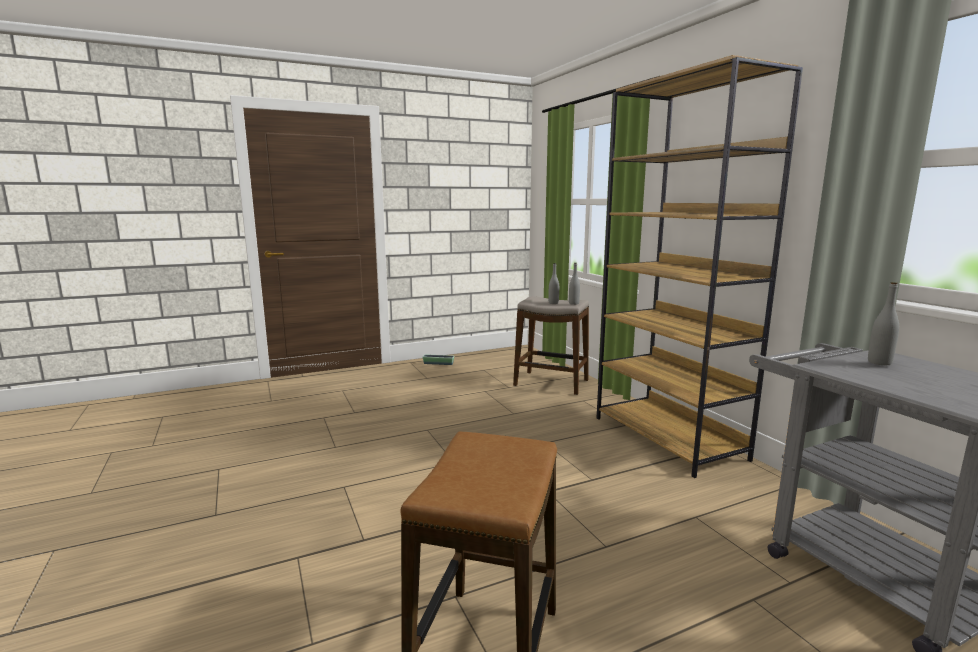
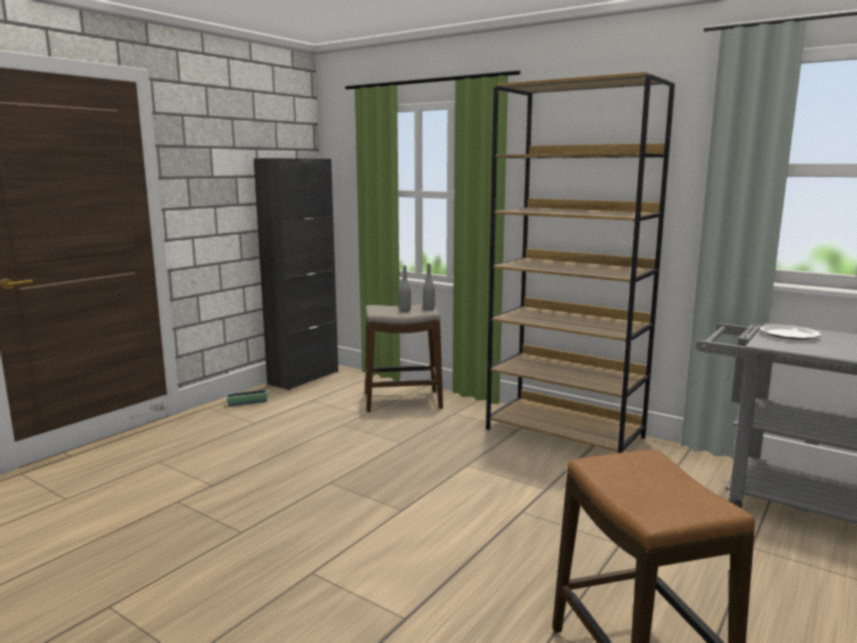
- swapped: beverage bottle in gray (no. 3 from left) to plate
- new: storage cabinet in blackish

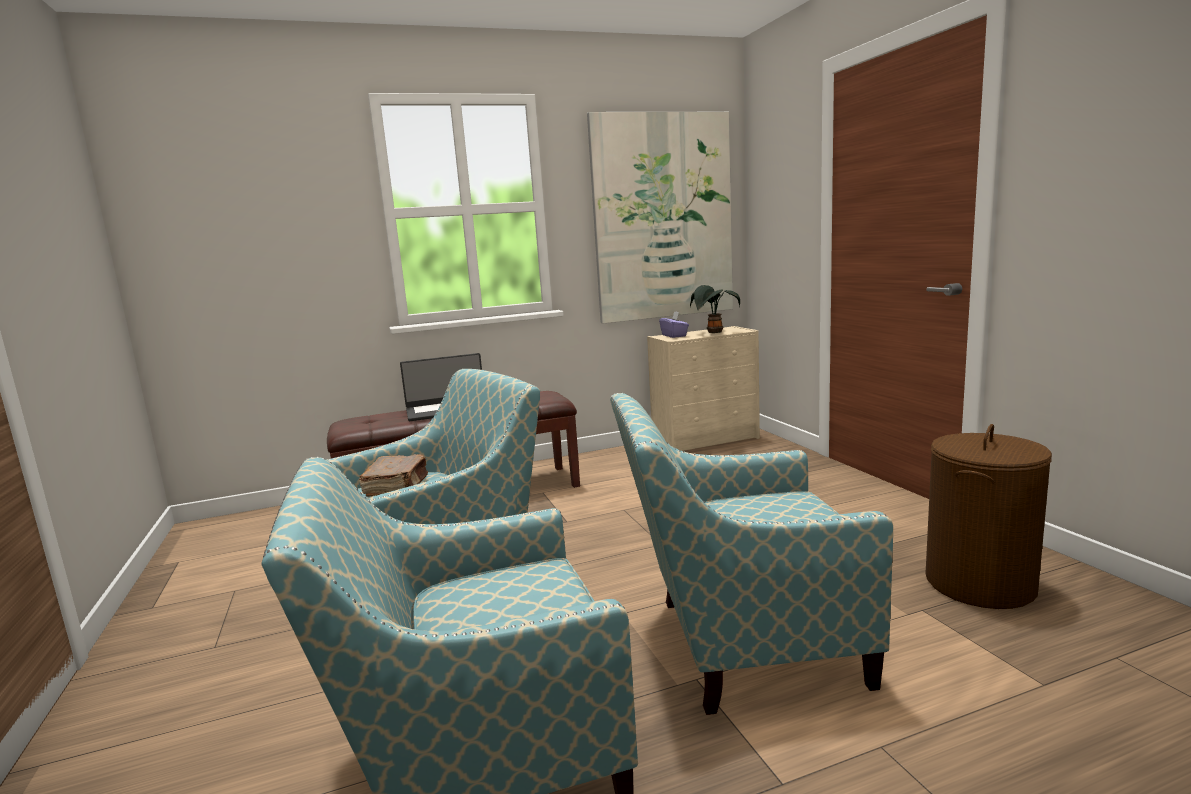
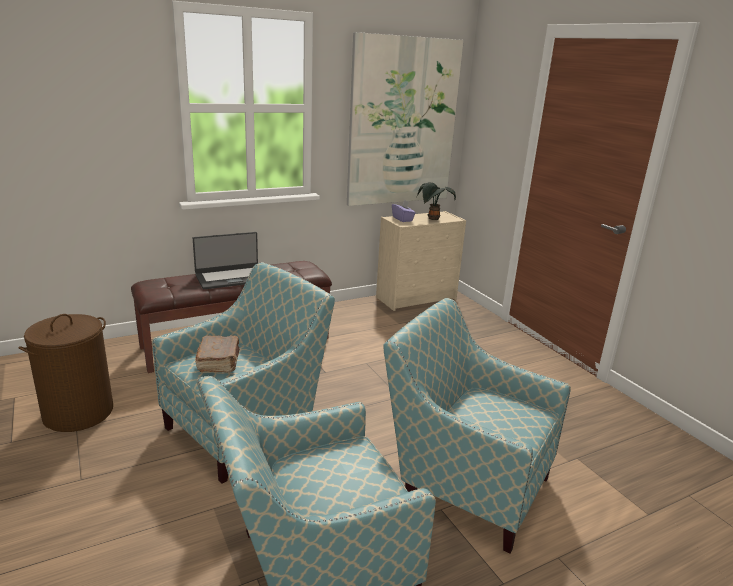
- rotated: easy chair (no. 3 from left) 45 degrees clockwise
- shifted: washing basket in brown

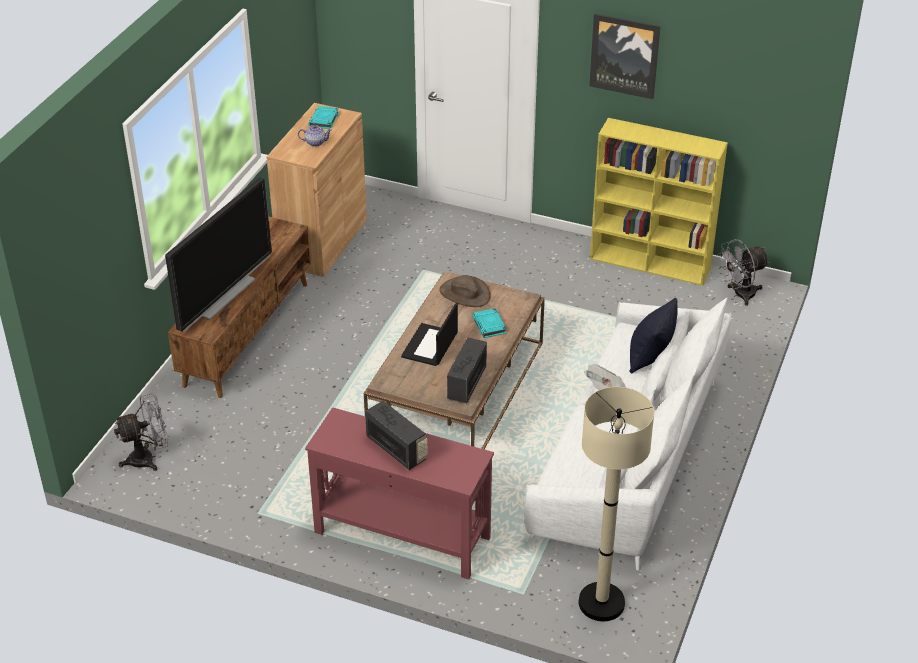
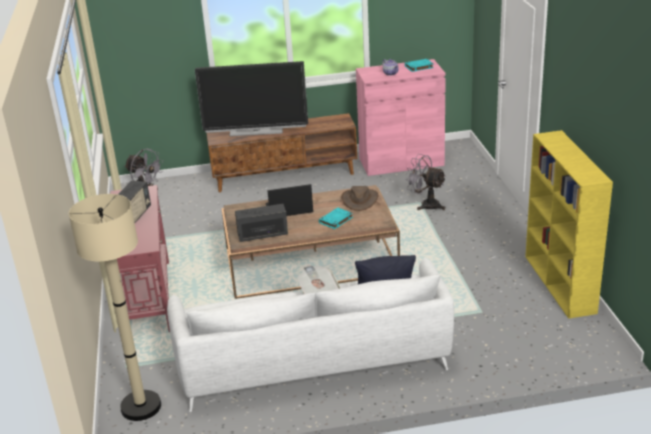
- gone: wall art
- repainted: storage cabinet in brown to storage cabinet in pink-coloured
- shifted: electric fan in gray (no. 2 from left)

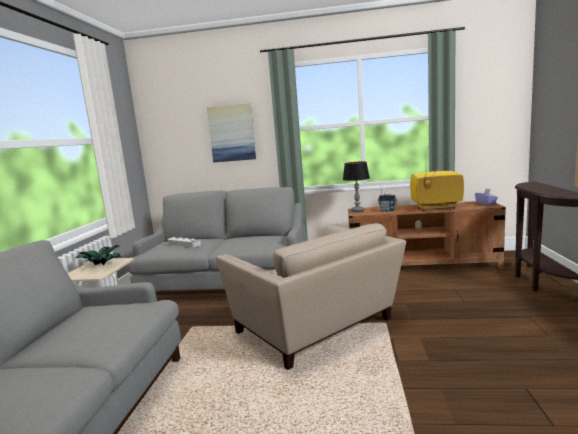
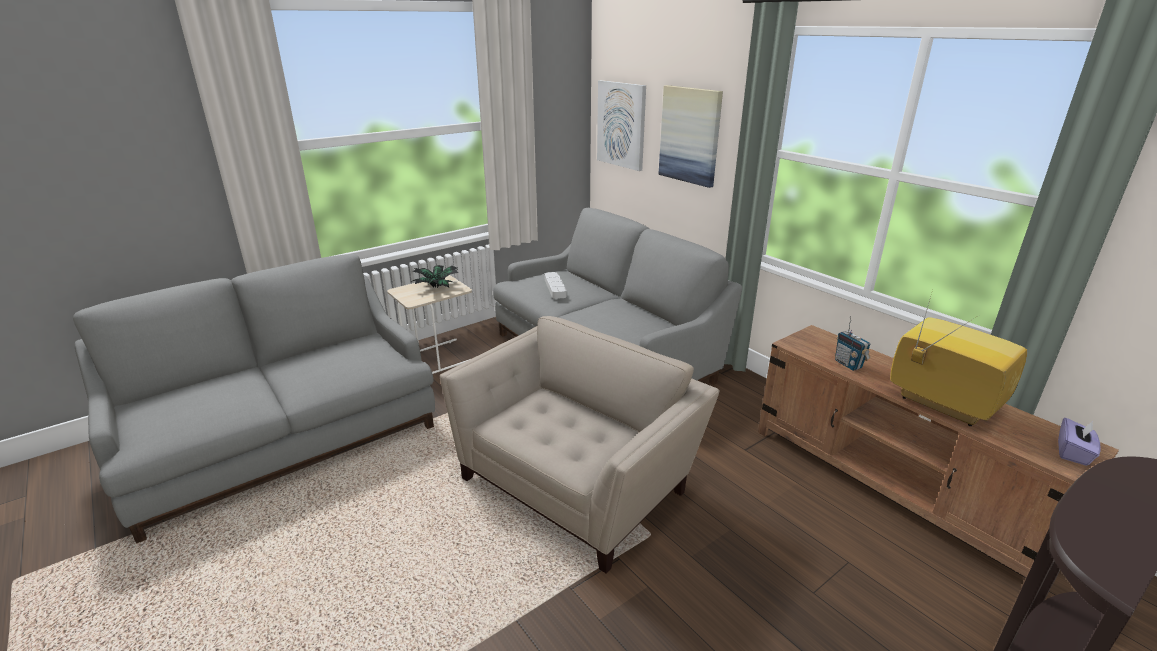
- gone: lamp for a table
- rotated: easy chair in beige-coloured 150 degrees counterclockwise
- new: wall art (no. 1 from left)

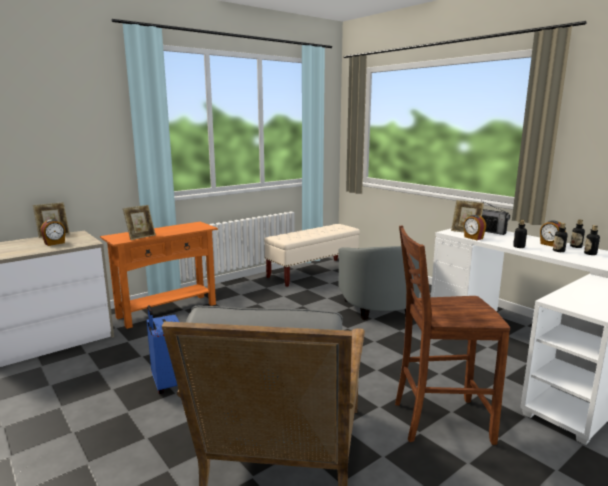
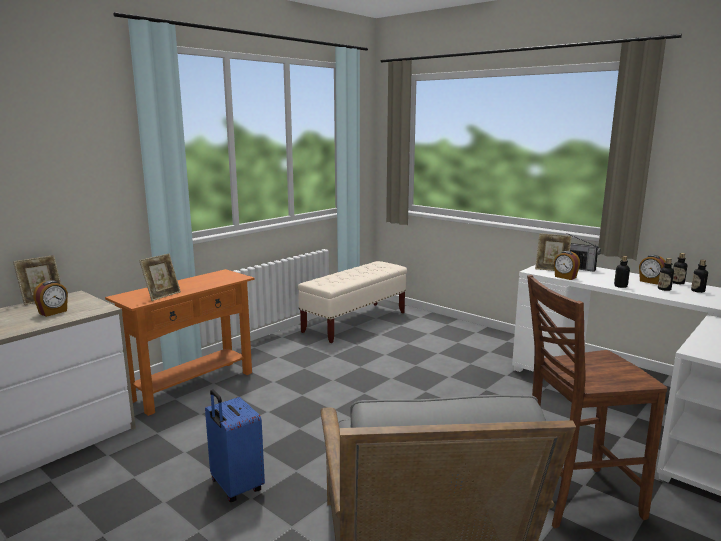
- gone: easy chair in gray (no. 2 from left)

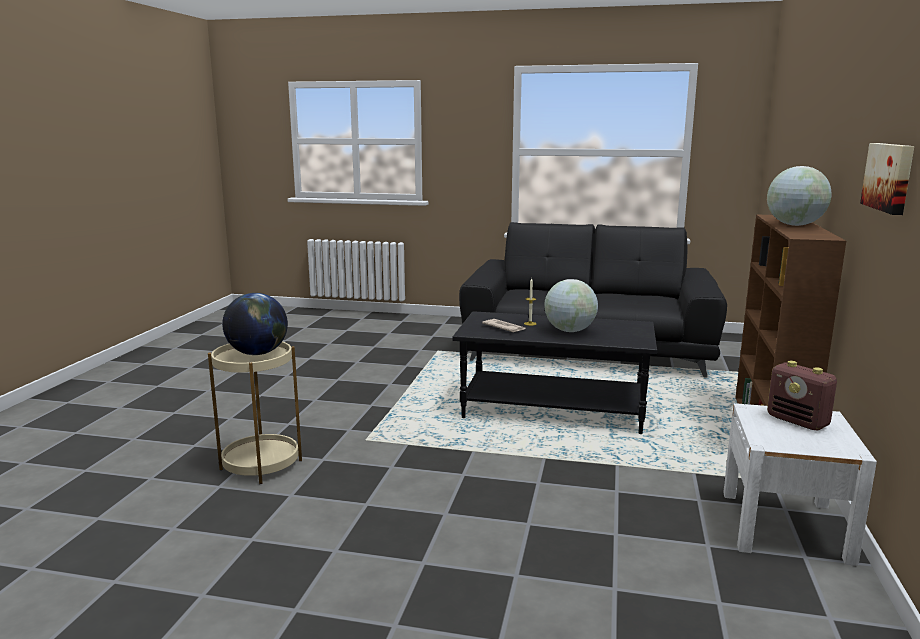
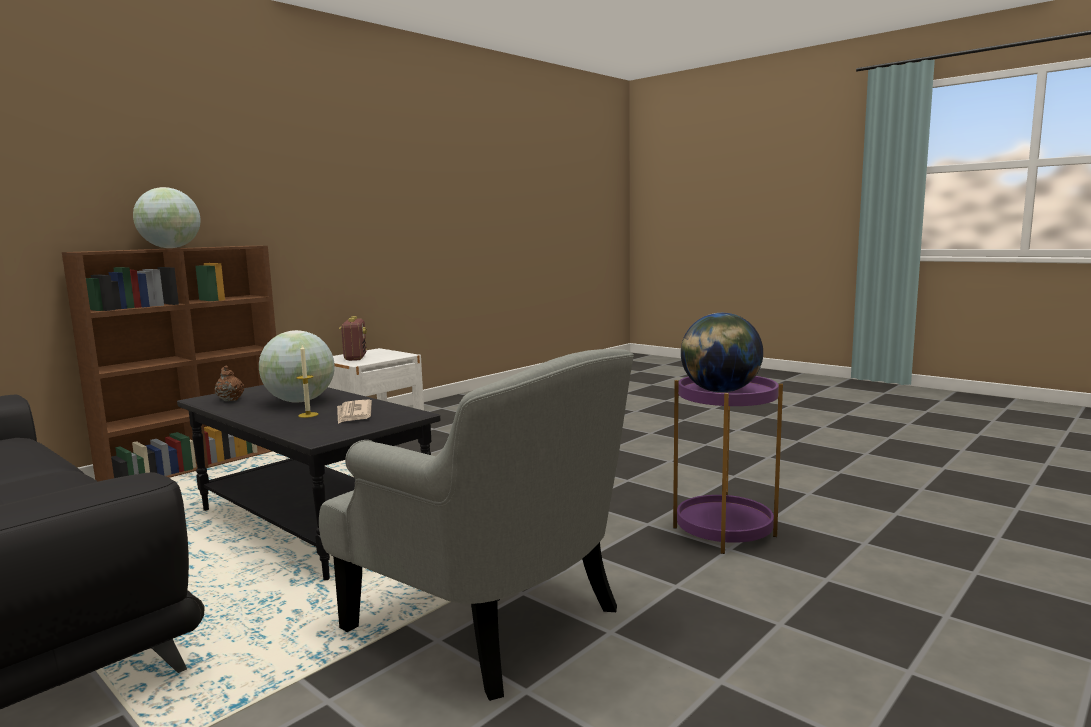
- gone: wall art
- repainted: side table in beige-coloured to side table in purple
- new: easy chair in gray
- new: tea pot in brown

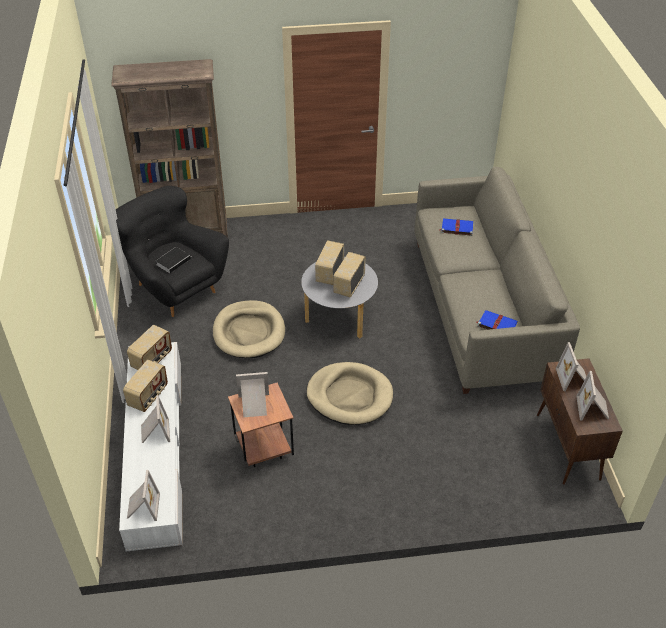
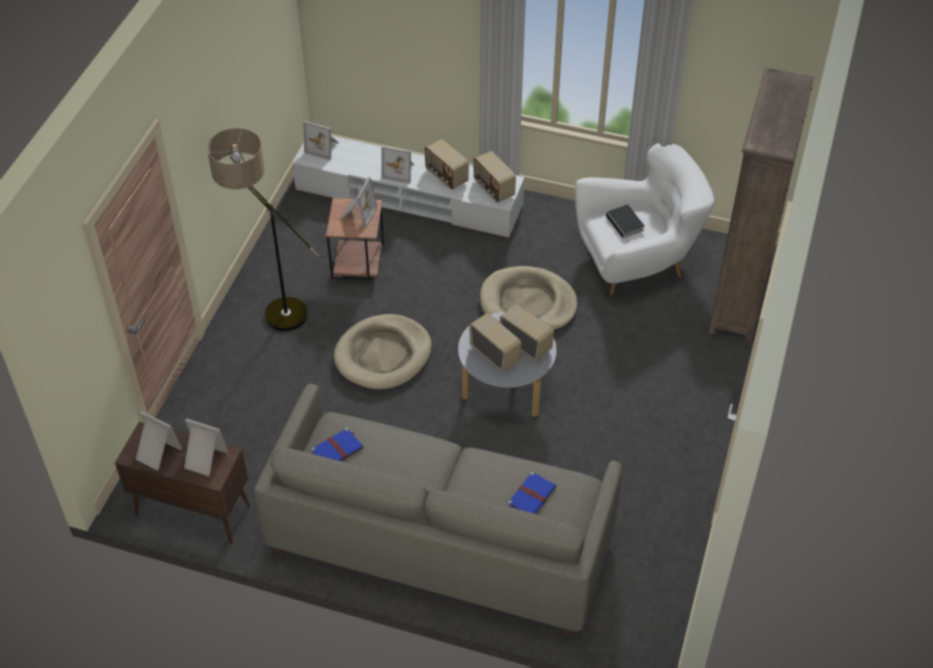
- repainted: easy chair in blackish to easy chair in whitish
- new: standing lamp

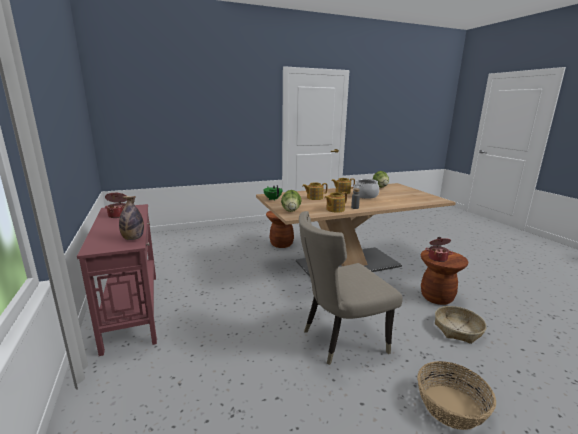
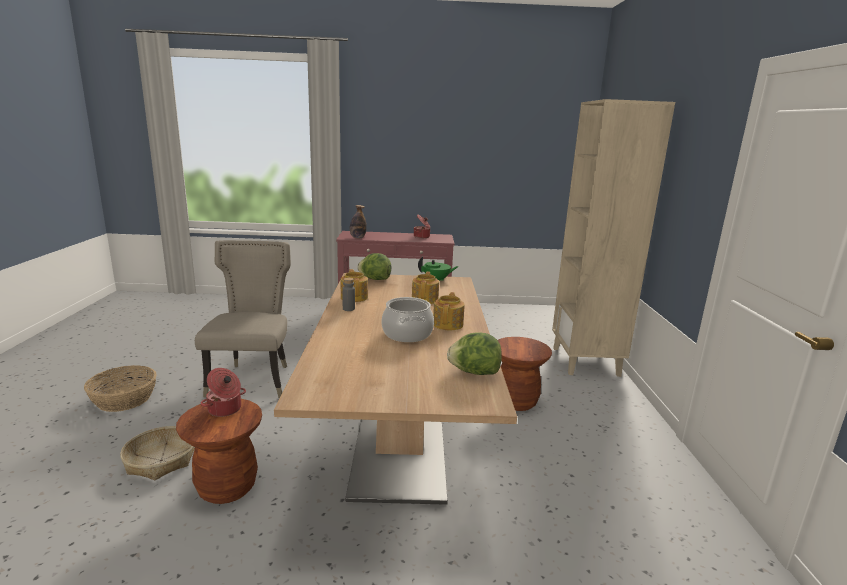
- new: bookshelf in beige-coloured

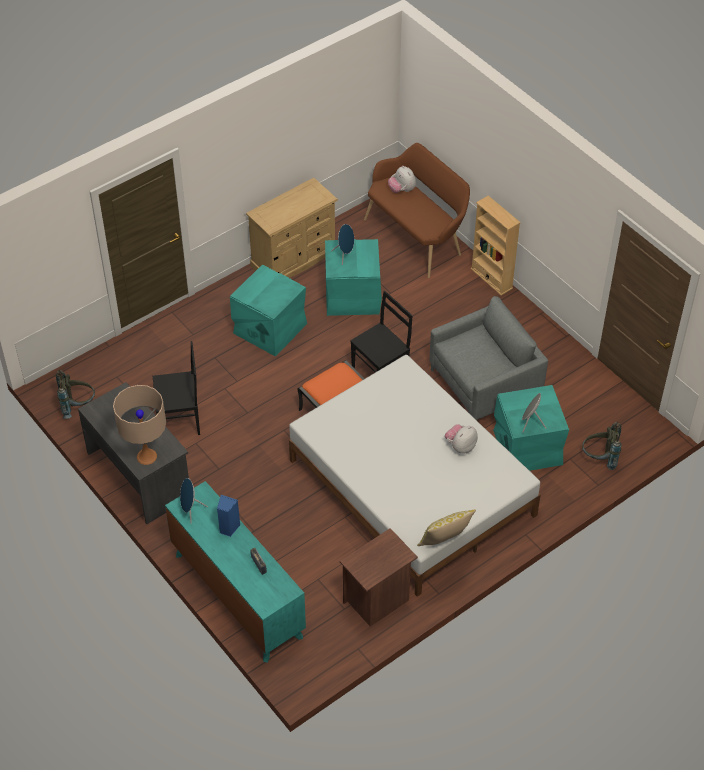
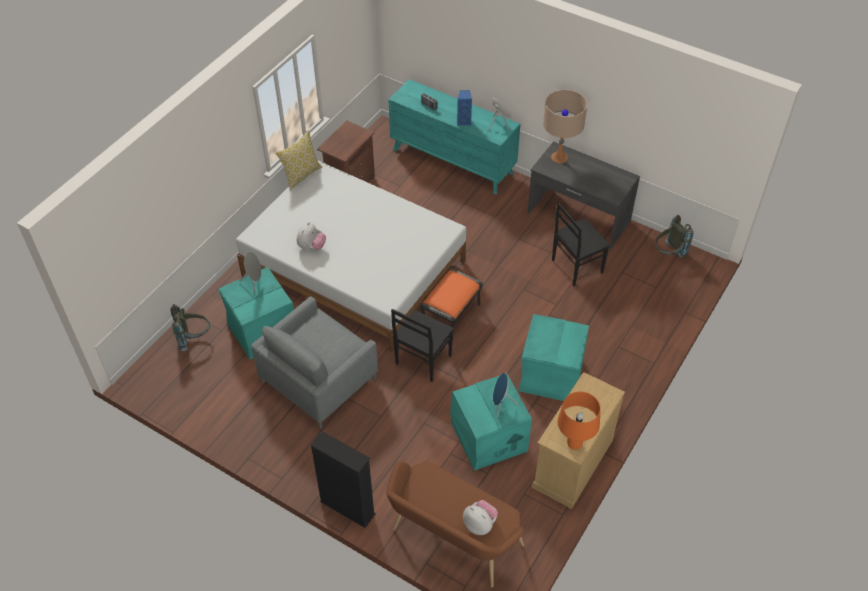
- repainted: bookshelf in beige-coloured to bookshelf in blackish
- new: lamp for a table in orange-coloured

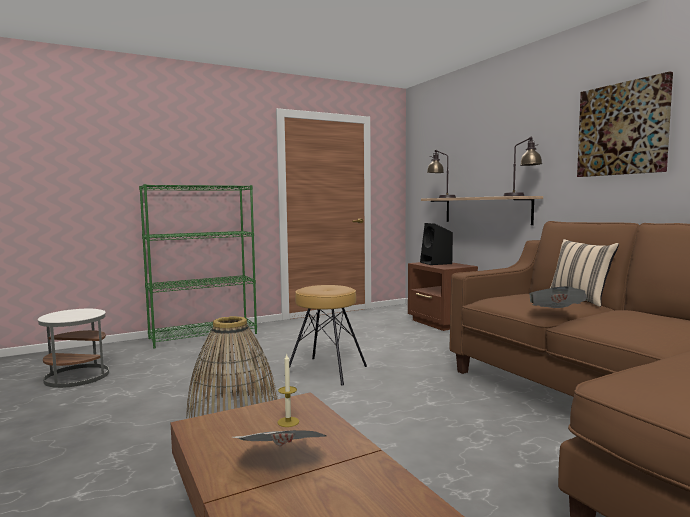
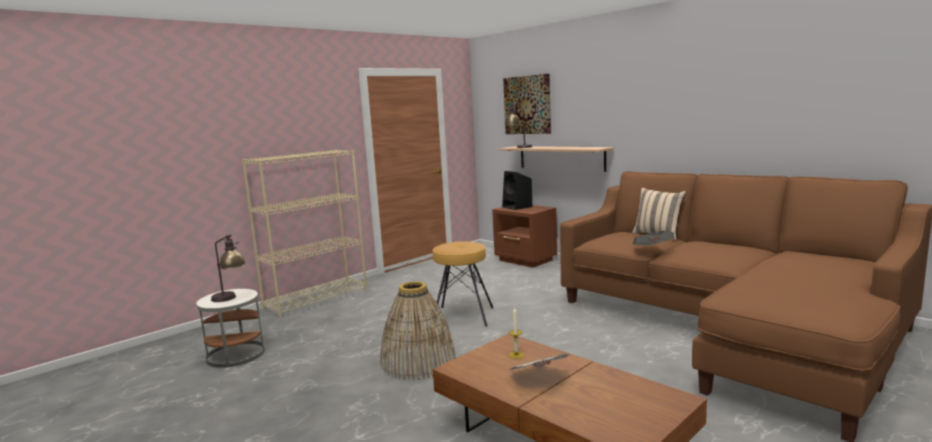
- shifted: wall art
- shifted: lamp for a table (no. 2 from left in the first image) to lamp for a table (no. 1 from left)
- repainted: bookshelf in green to bookshelf in beige-coloured

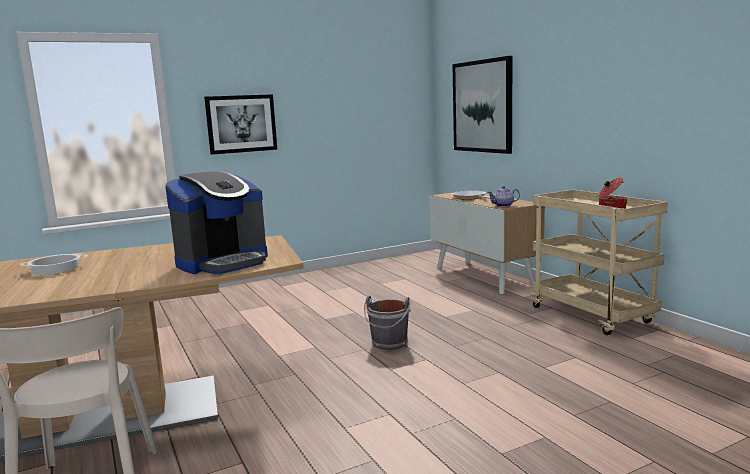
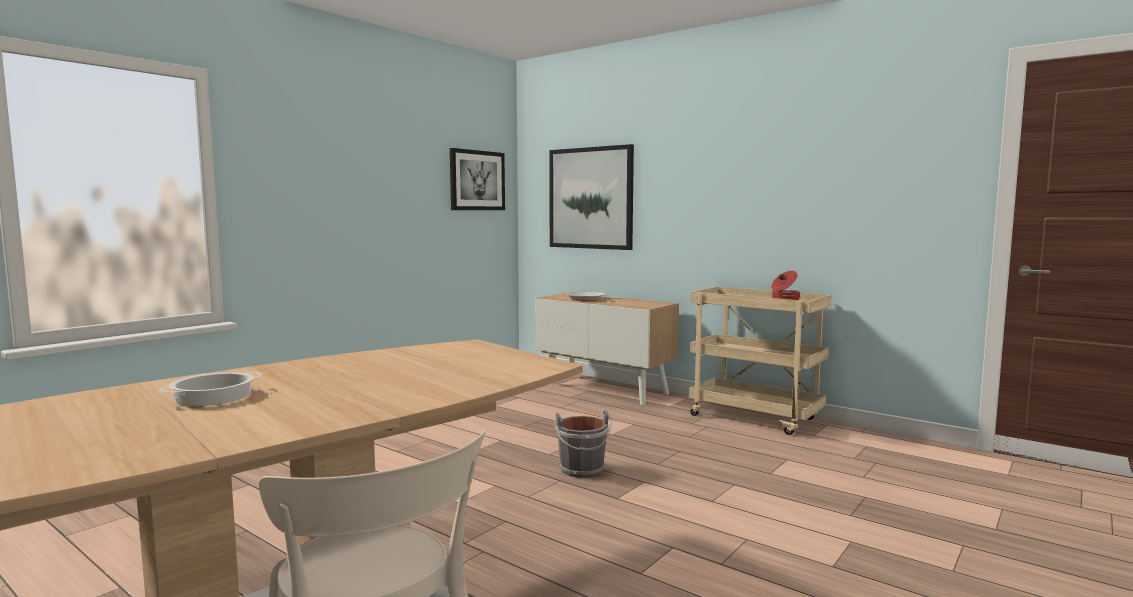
- shifted: wall art (no. 1 from left)
- gone: coffee brewer
- gone: tea pot

